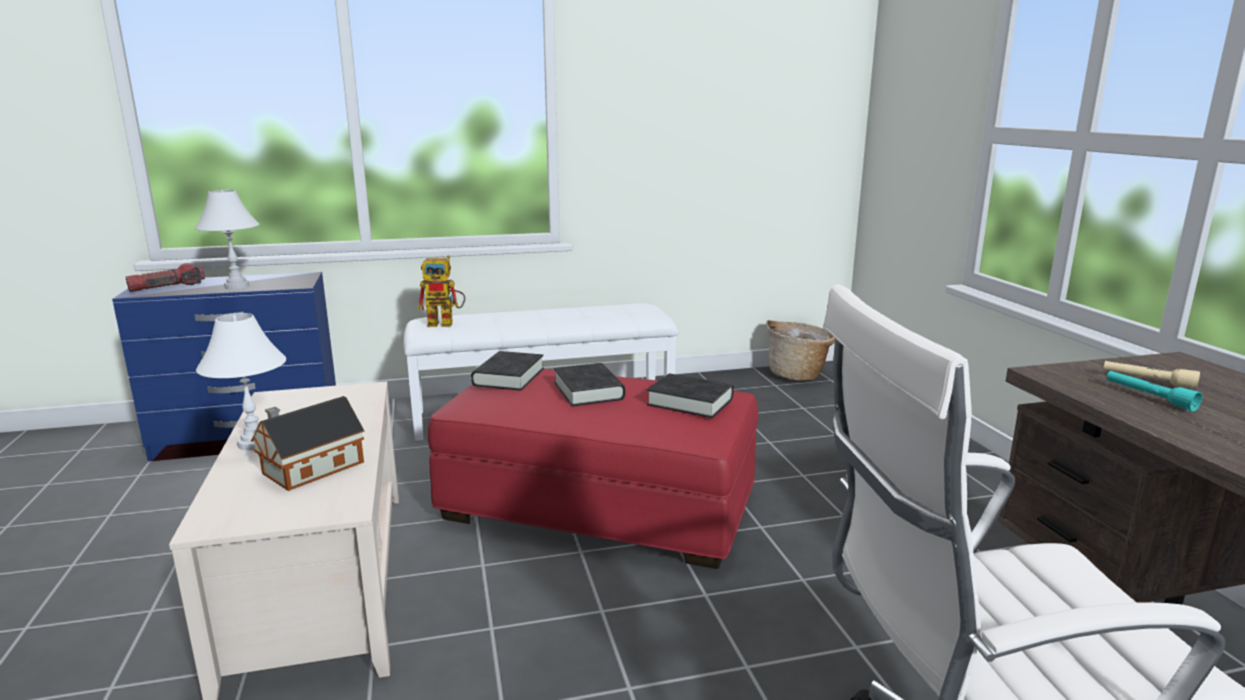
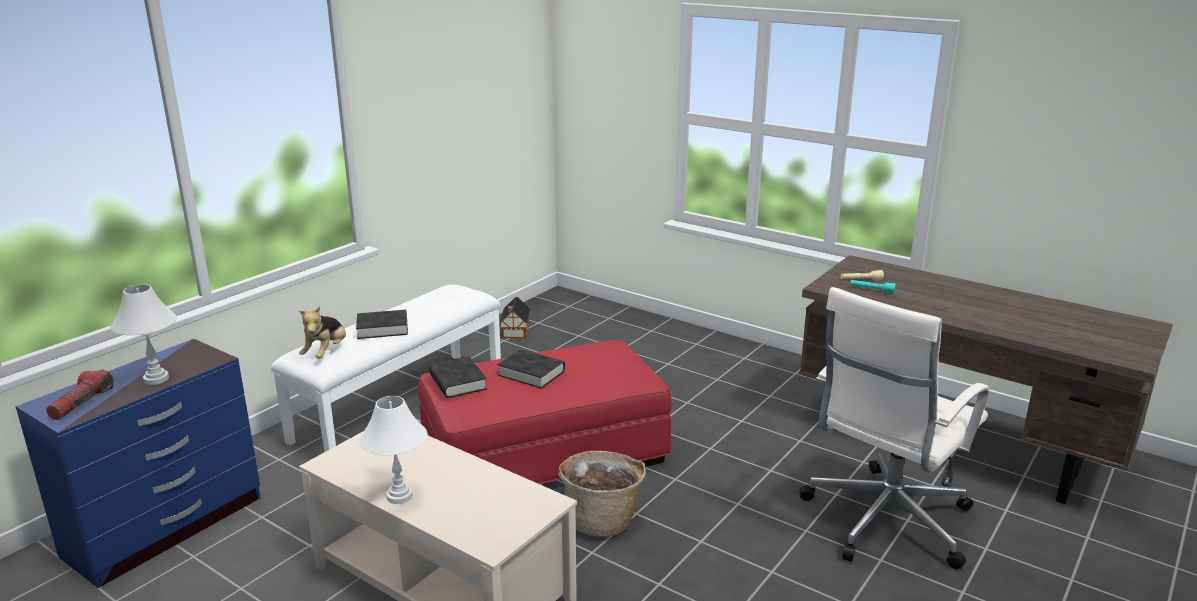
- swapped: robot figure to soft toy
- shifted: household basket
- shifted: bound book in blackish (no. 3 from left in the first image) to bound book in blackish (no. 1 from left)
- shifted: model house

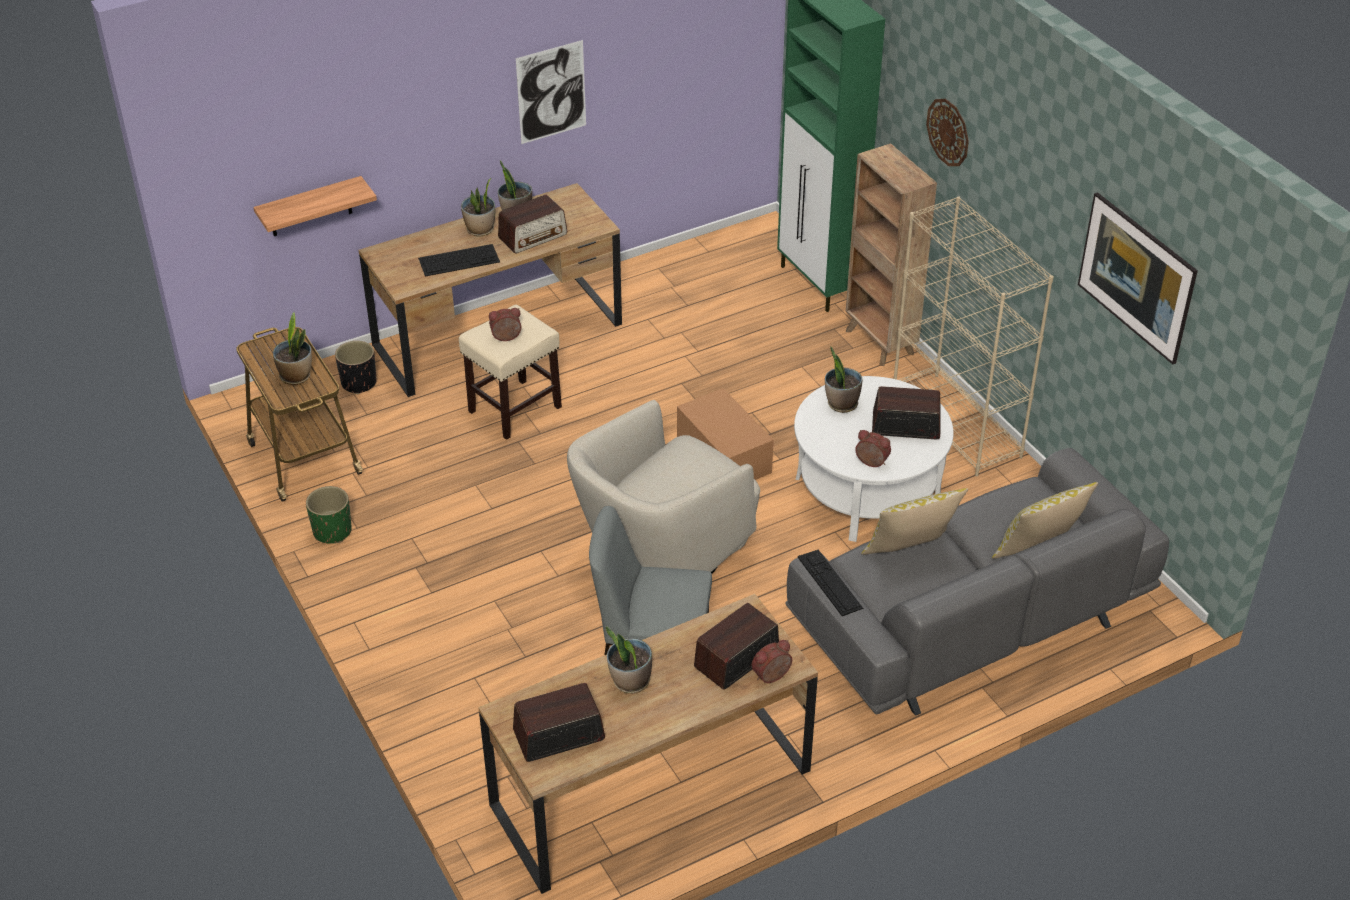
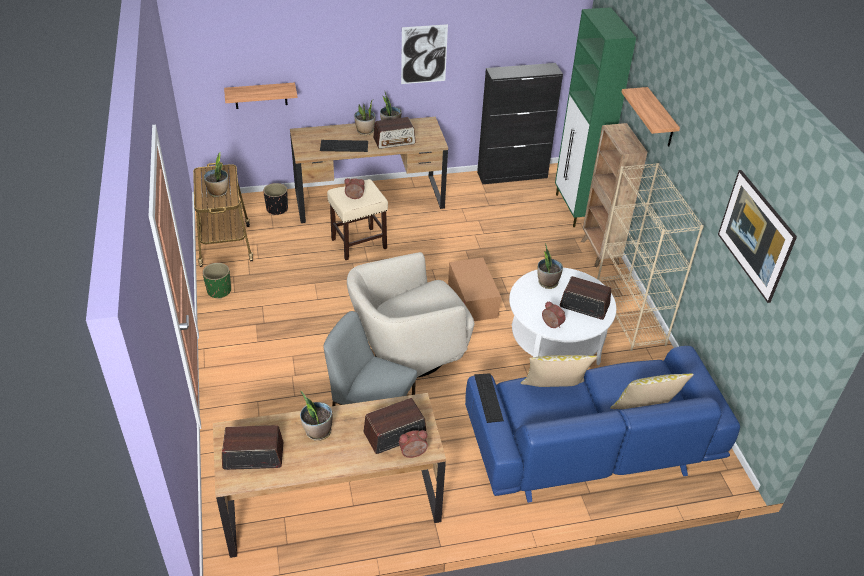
- swapped: wall clock to bracket shelf (no. 2 from left)
- repainted: settee in gray to settee in blue
- new: storage cabinet in blackish

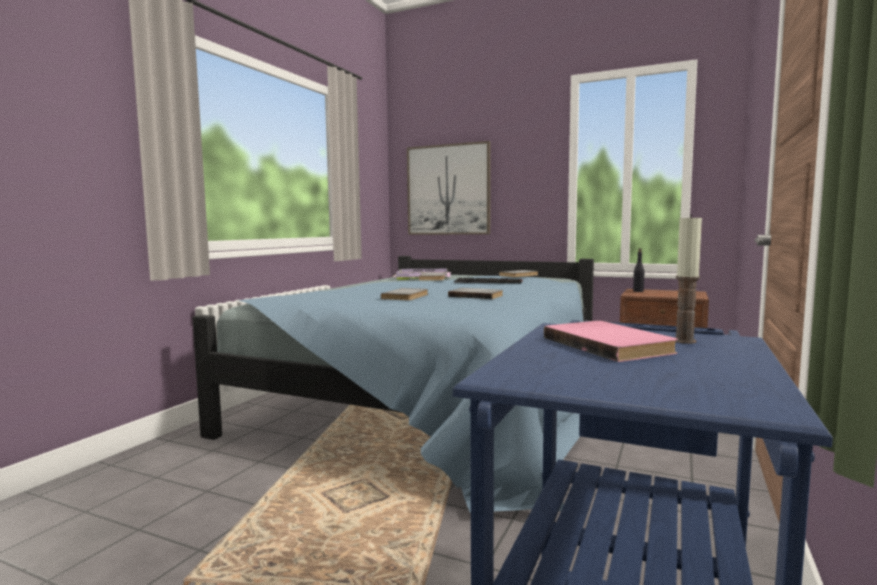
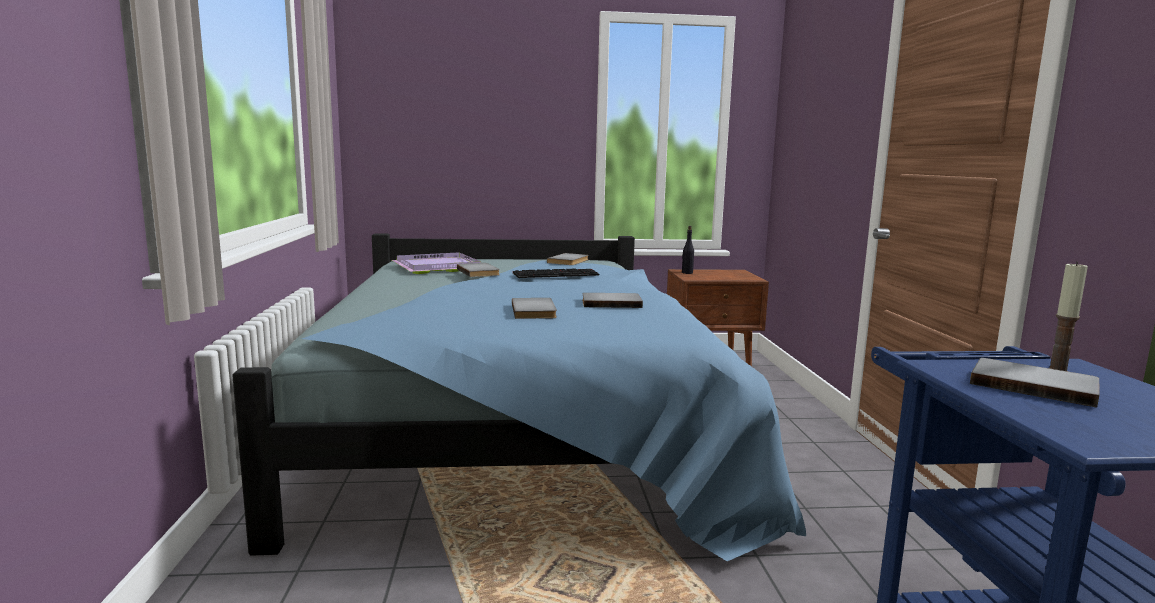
- gone: wall art
- repainted: bound book in pink-coloured to bound book in gray (no. 5 from left)

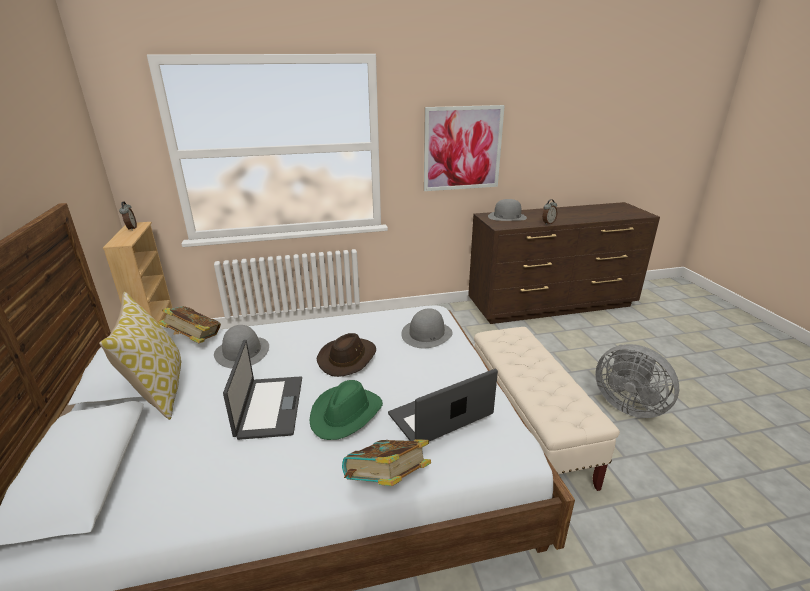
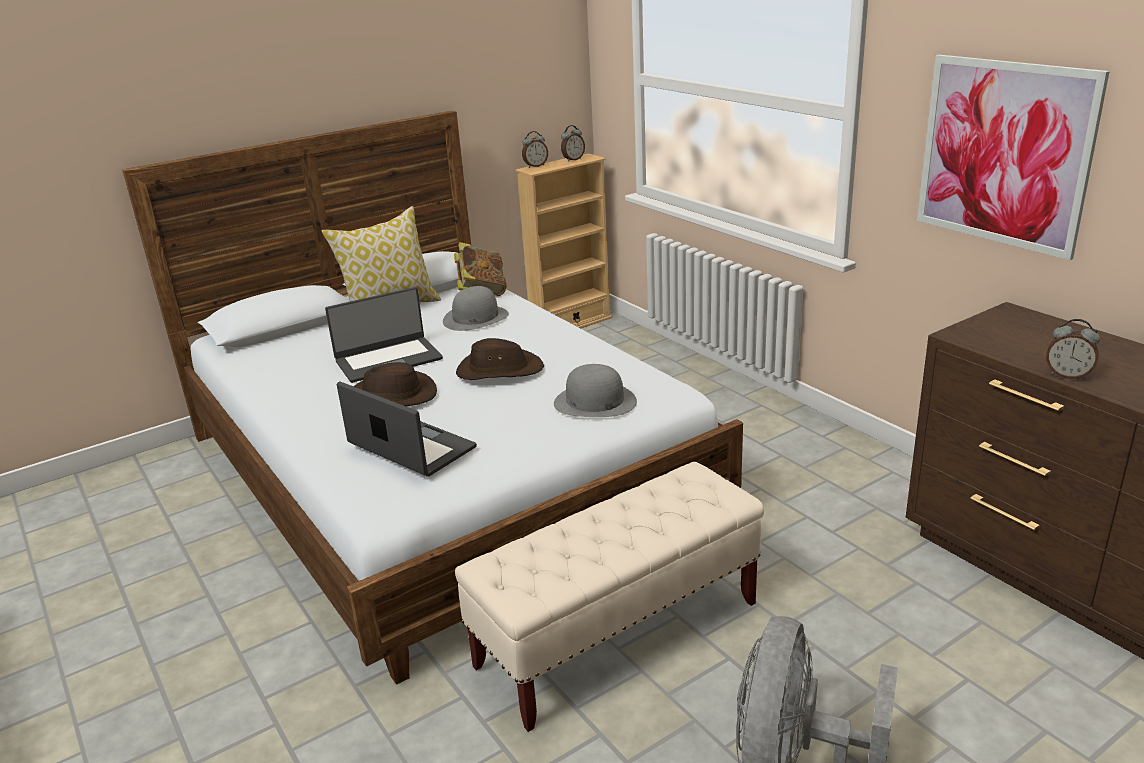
- gone: wearable hat in gray (no. 3 from left)
- repainted: wearable hat in green to wearable hat in brown (no. 1 from left)
- gone: bound book (no. 2 from left)
- new: alarm clock (no. 1 from left)

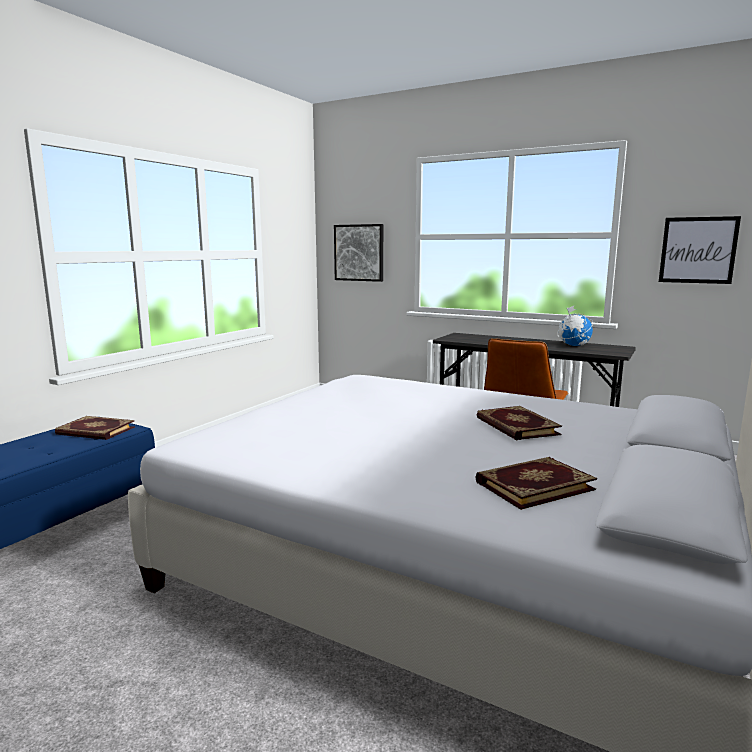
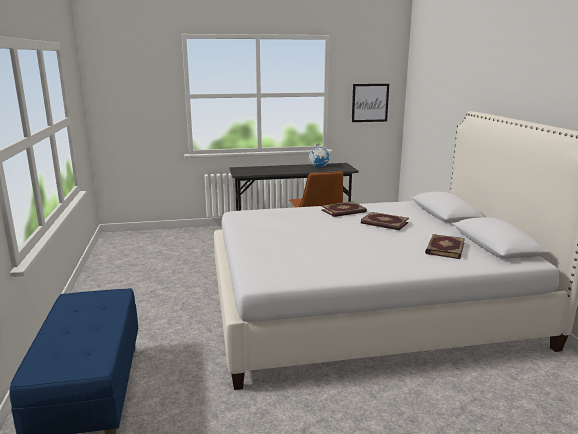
- gone: wall art (no. 1 from left)
- shifted: bound book (no. 1 from left)

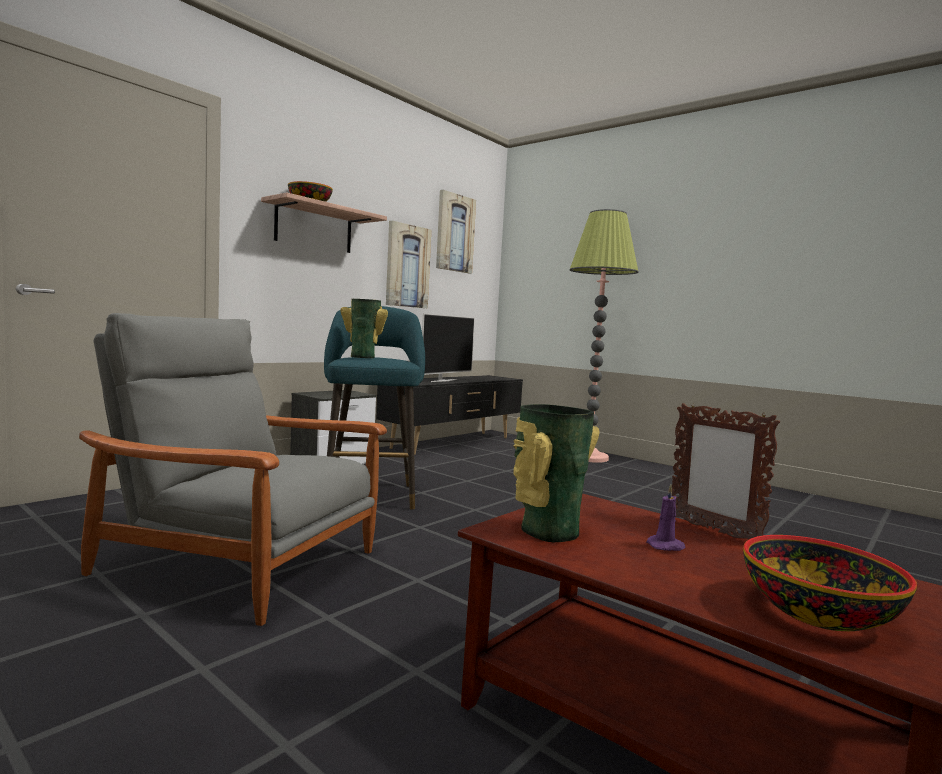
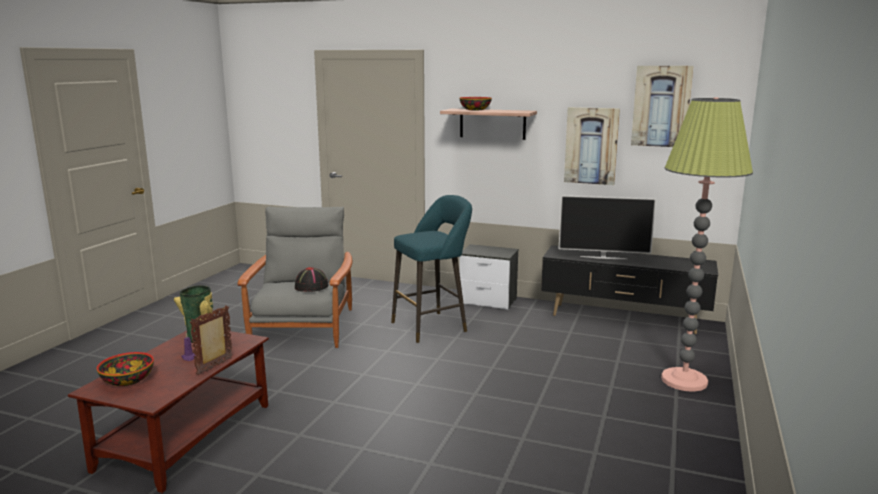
- gone: decorative vase (no. 1 from left)
- new: wearable hat in blackish

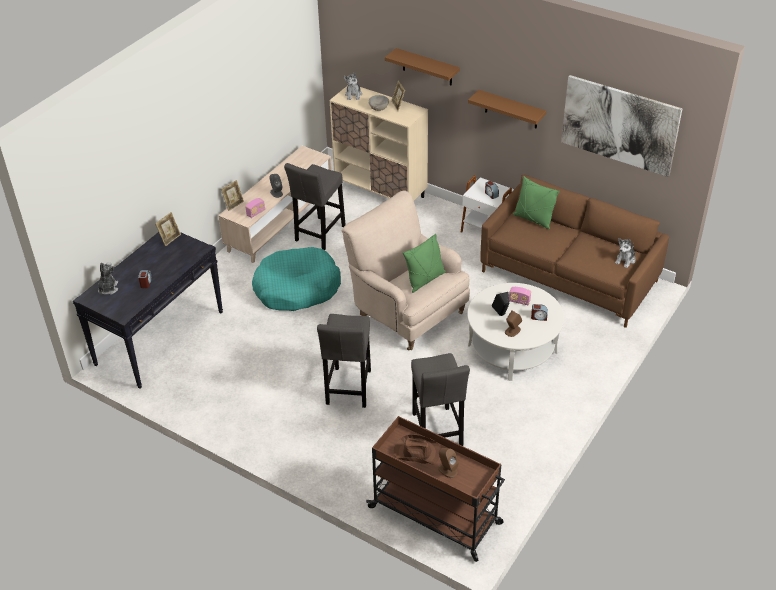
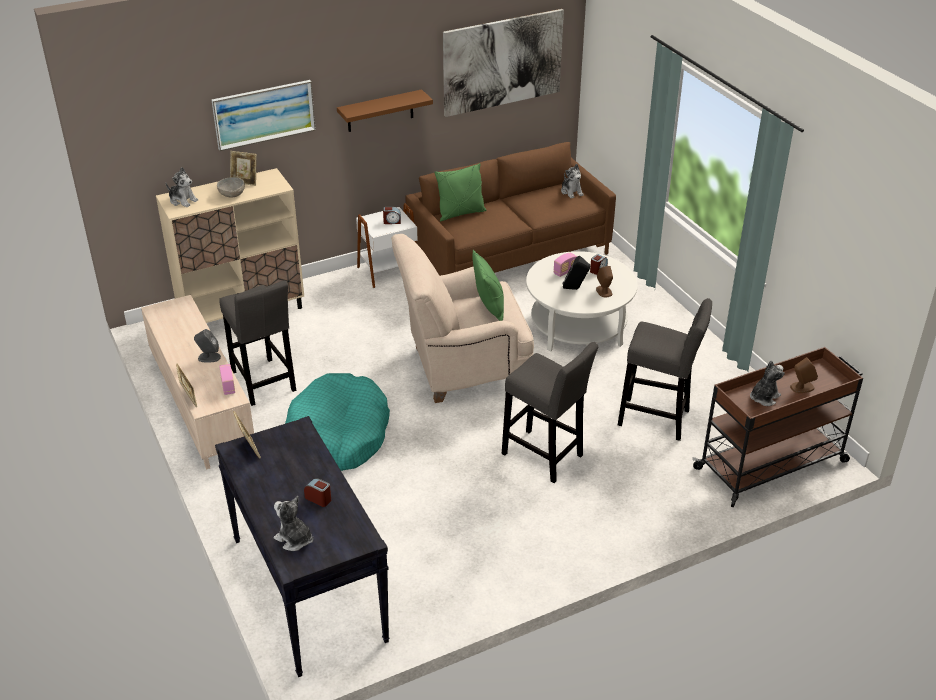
- swapped: bracket shelf in brown (no. 1 from left) to wall art (no. 1 from left)
- swapped: wearable hat in brown to soft toy (no. 4 from left)

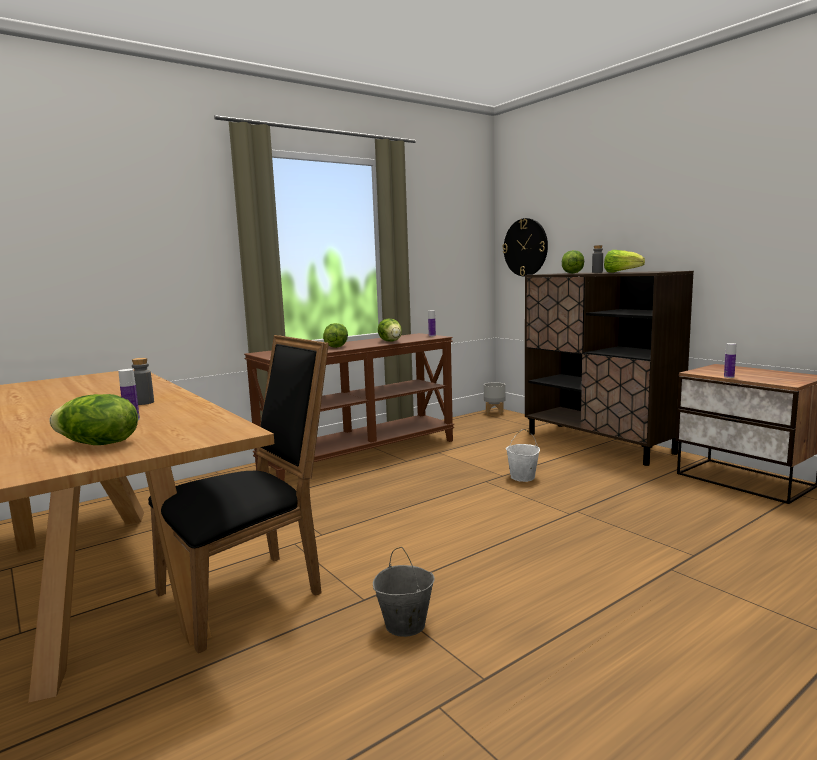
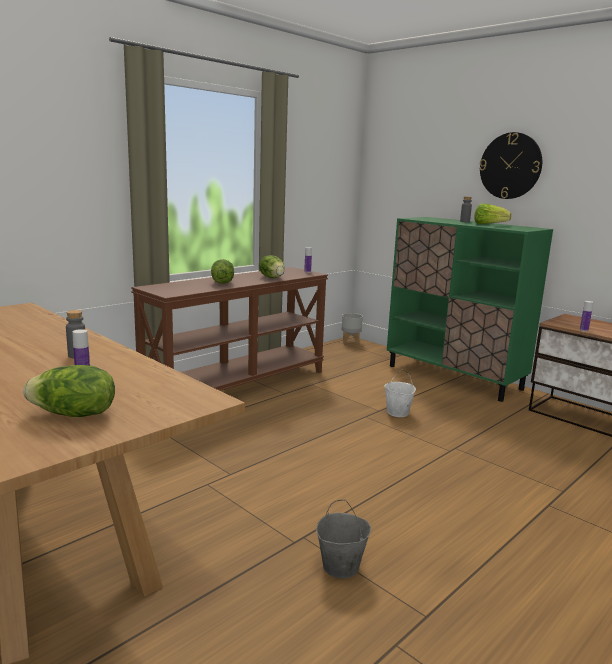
- shifted: wall clock
- gone: lettuce head (no. 4 from left)
- repainted: storage cabinet in brown to storage cabinet in green
- gone: chair in blackish

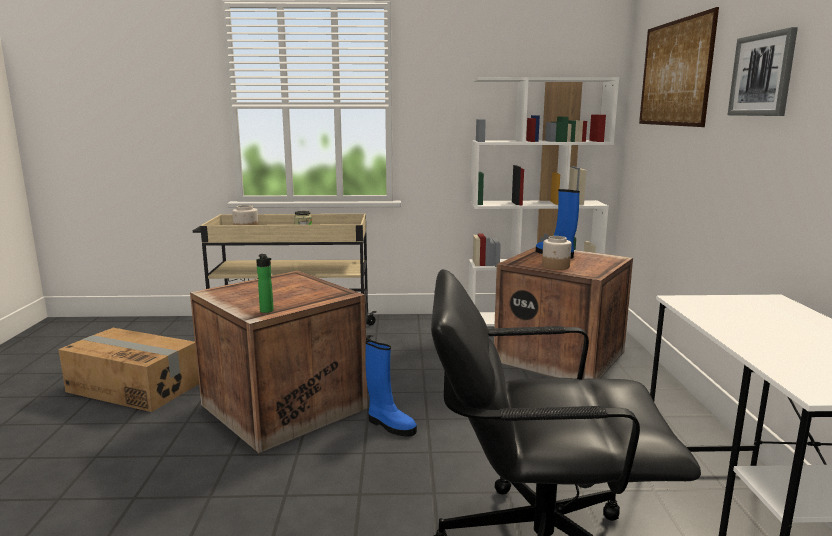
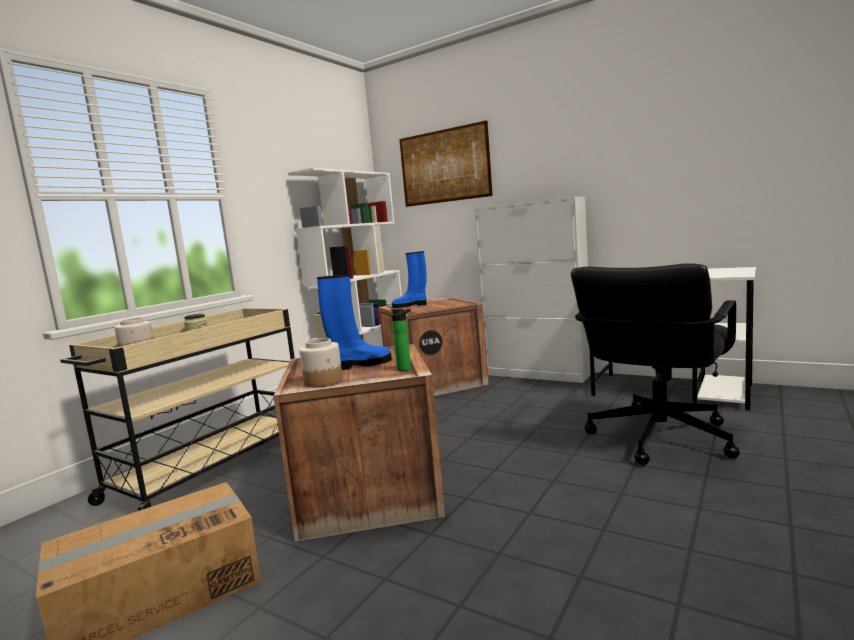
- gone: wall art (no. 2 from left)
- shifted: preserve jar (no. 3 from left)
- shifted: tall boot in blue (no. 1 from left)
- new: storage cabinet in whitish

